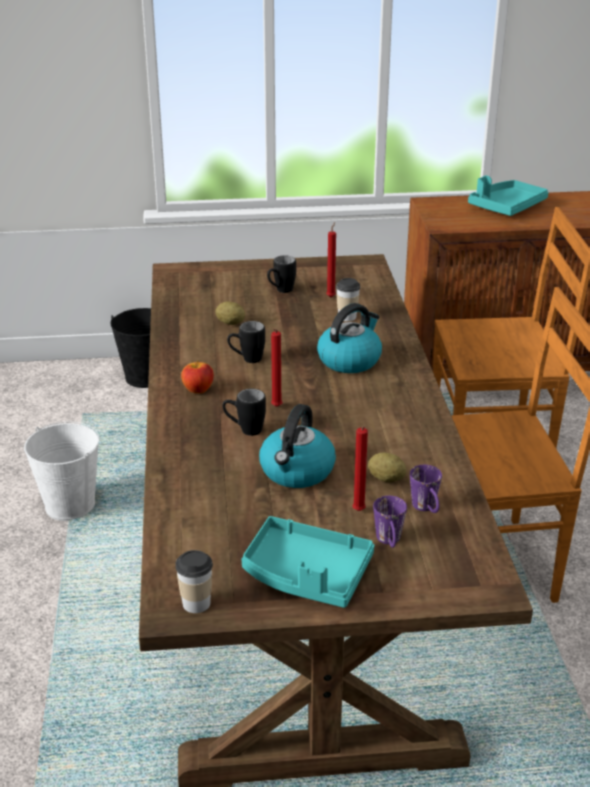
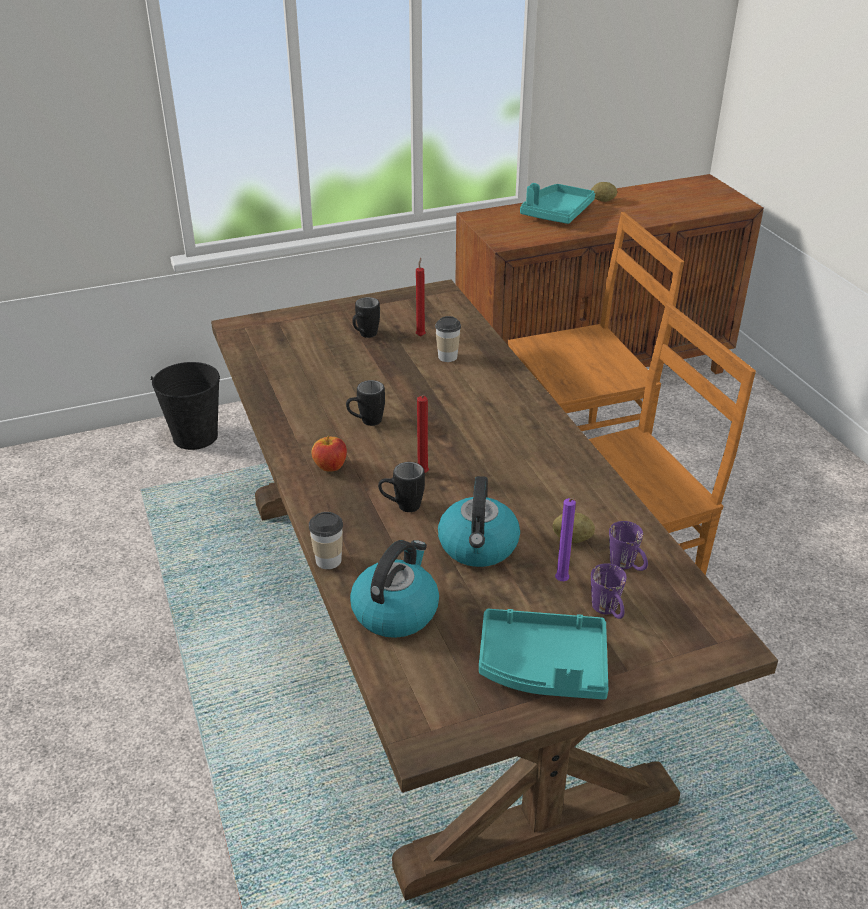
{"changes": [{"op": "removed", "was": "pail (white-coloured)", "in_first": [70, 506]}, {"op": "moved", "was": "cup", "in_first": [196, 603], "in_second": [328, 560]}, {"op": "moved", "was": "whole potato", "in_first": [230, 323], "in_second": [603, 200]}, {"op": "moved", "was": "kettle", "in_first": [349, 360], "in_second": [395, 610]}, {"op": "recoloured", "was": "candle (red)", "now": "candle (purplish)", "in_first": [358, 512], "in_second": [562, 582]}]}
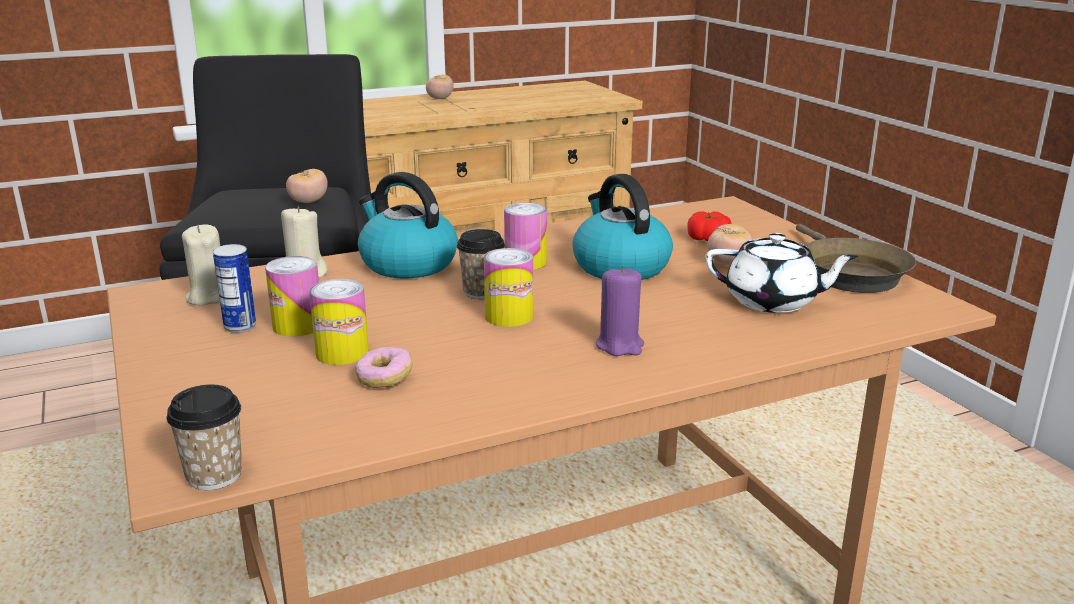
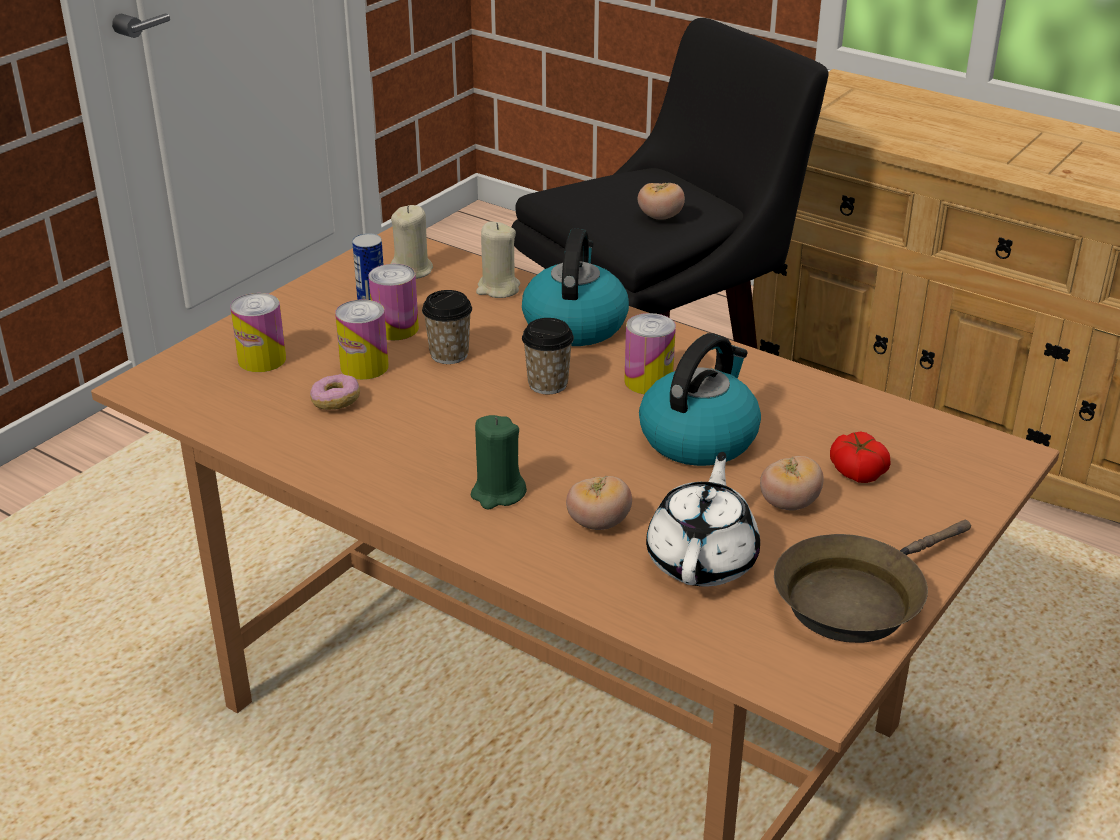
{"changes": [{"op": "moved", "was": "cup", "in_first": [214, 475], "in_second": [449, 354]}, {"op": "moved", "was": "fresh tomato", "in_first": [440, 99], "in_second": [598, 523]}, {"op": "moved", "was": "can", "in_first": [509, 316], "in_second": [262, 359]}, {"op": "recoloured", "was": "candle (purplish)", "now": "candle (greenish)", "in_first": [620, 345], "in_second": [497, 493]}, {"op": "turned", "was": "pot for tea (white-coloured)", "in_first": [773, 301], "in_second": [702, 559], "clockwise": -150}]}
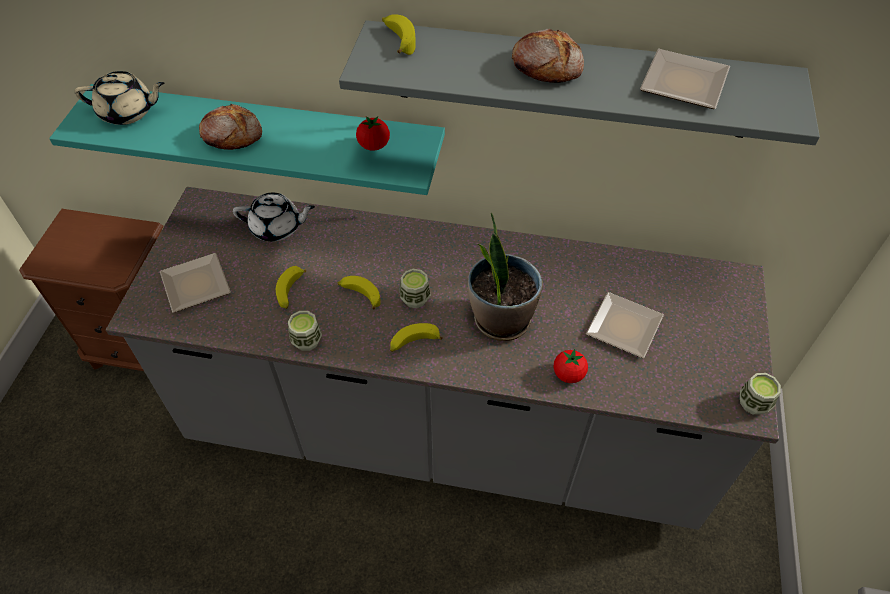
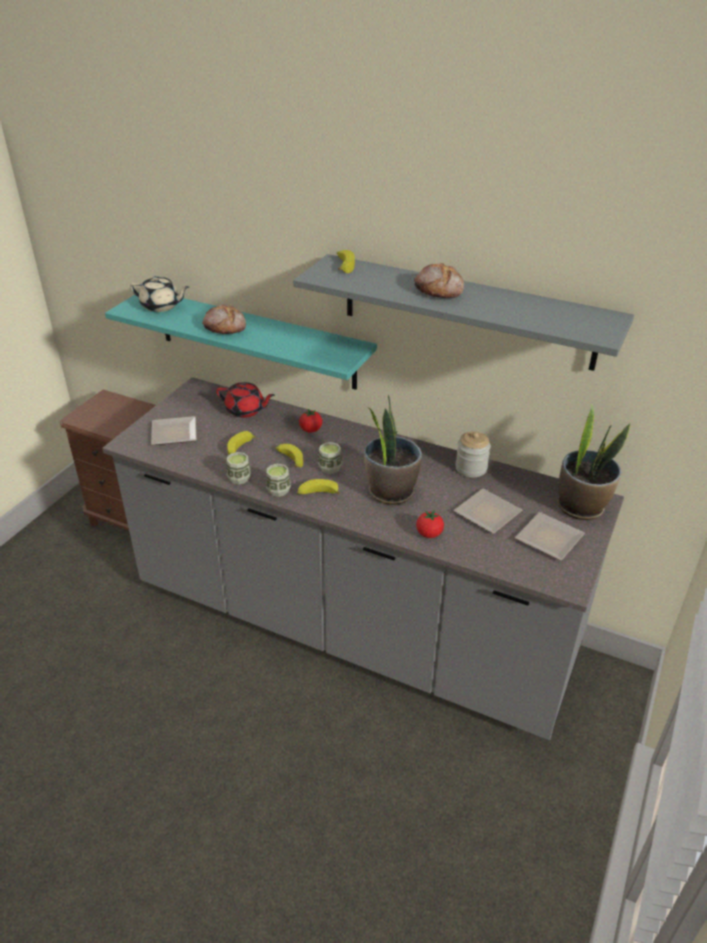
{"changes": [{"op": "recoloured", "was": "pot for tea (white-coloured)", "now": "pot for tea (red)", "in_first": [277, 228], "in_second": [246, 410]}, {"op": "moved", "was": "fresh tomato", "in_first": [374, 146], "in_second": [310, 430]}, {"op": "moved", "was": "dinner plate", "in_first": [687, 82], "in_second": [551, 538]}, {"op": "moved", "was": "cup", "in_first": [753, 403], "in_second": [278, 490]}, {"op": "added", "now": "preserve jar", "in_second": [471, 468]}, {"op": "added", "now": "plant in a pot", "in_second": [581, 506]}]}
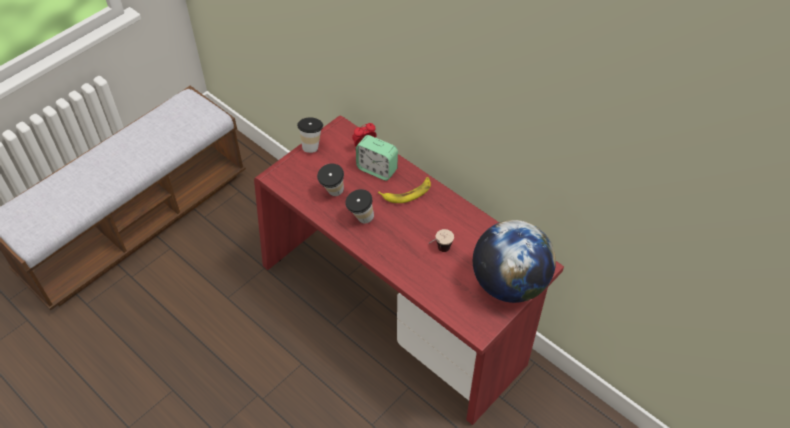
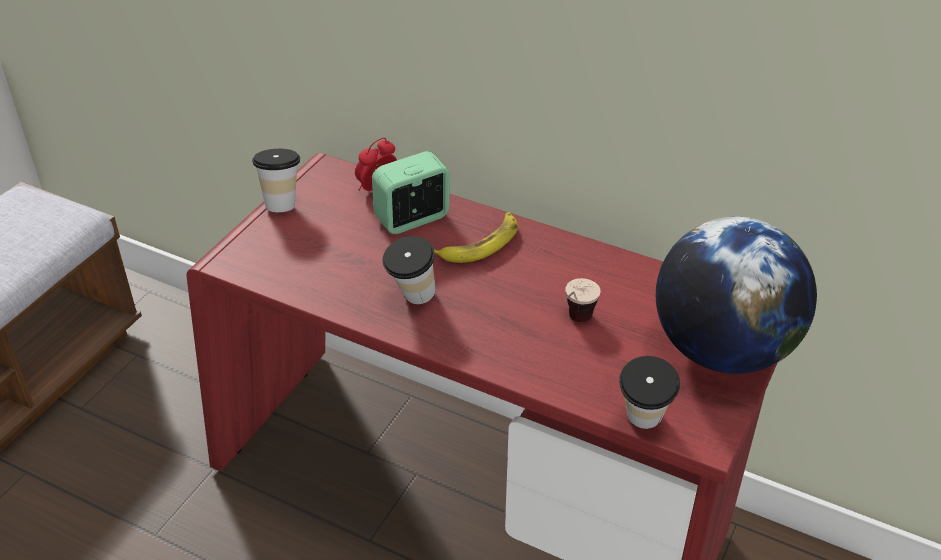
{"changes": [{"op": "moved", "was": "cup", "in_first": [332, 194], "in_second": [642, 425]}, {"op": "turned", "was": "bedside clock", "in_first": [377, 169], "in_second": [412, 219], "clockwise": 135}]}
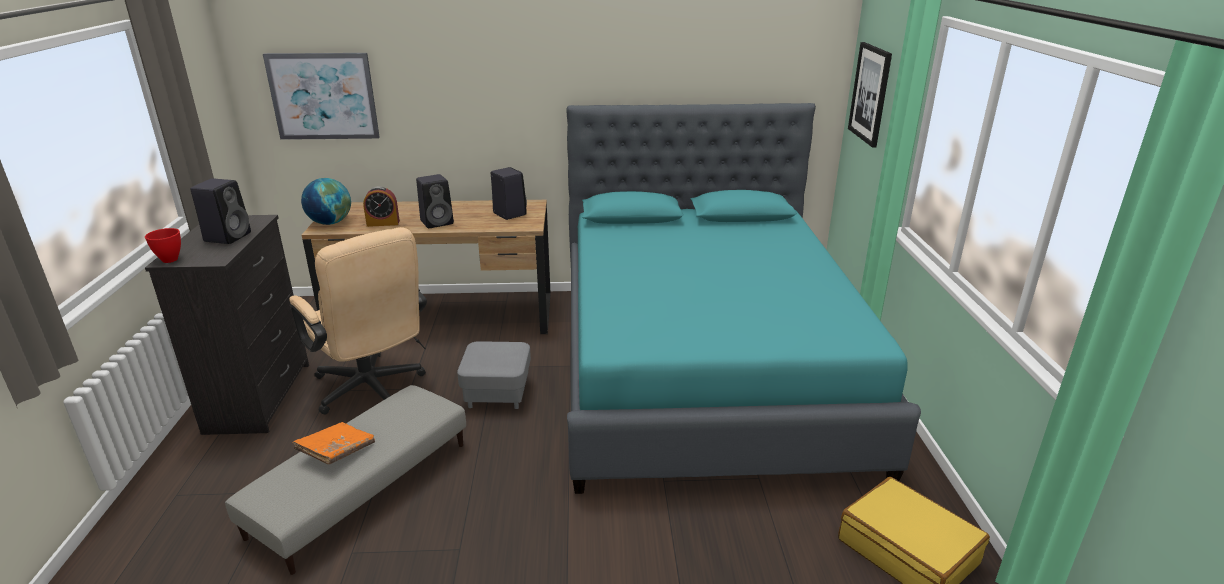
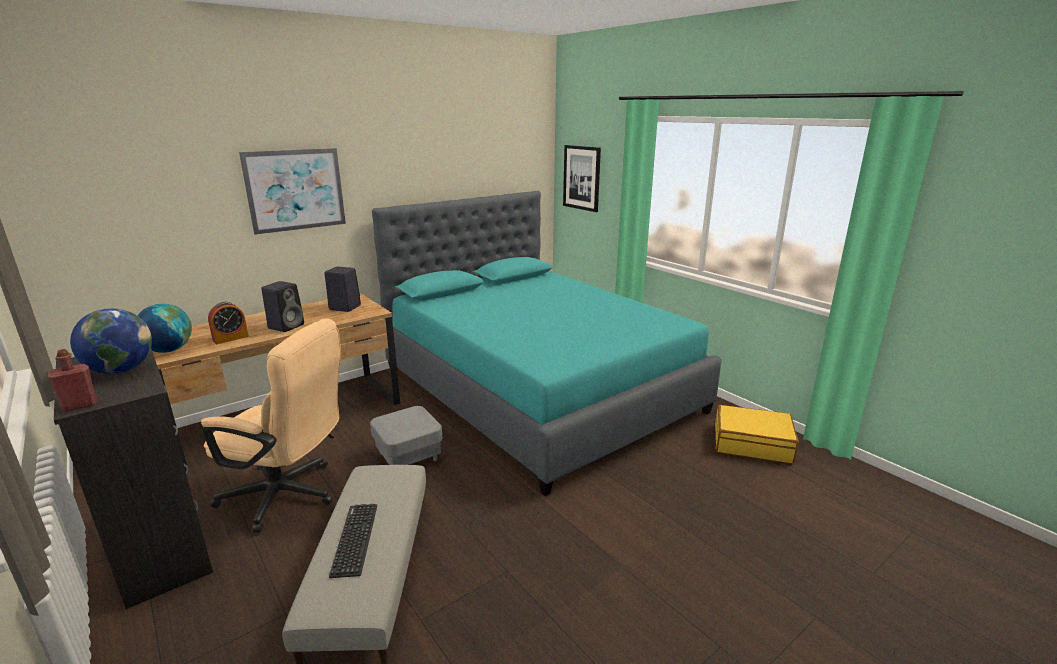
{"changes": [{"op": "replaced", "was": "bowl (red)", "now": "drink bottle (red)", "in_first": [170, 260], "in_second": [80, 405]}, {"op": "replaced", "was": "loudspeaker (black)", "now": "world globe", "in_first": [228, 236], "in_second": [121, 370]}, {"op": "moved", "was": "wall picture", "in_first": [323, 96], "in_second": [295, 190]}, {"op": "replaced", "was": "book (orange-coloured)", "now": "keyboard", "in_first": [337, 452], "in_second": [355, 539]}]}
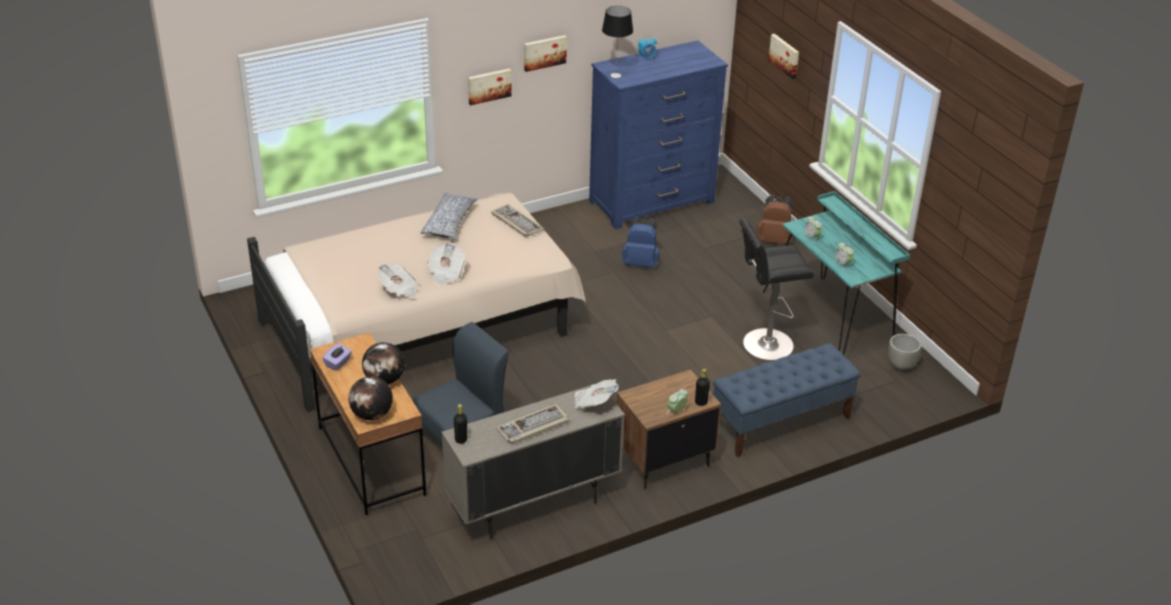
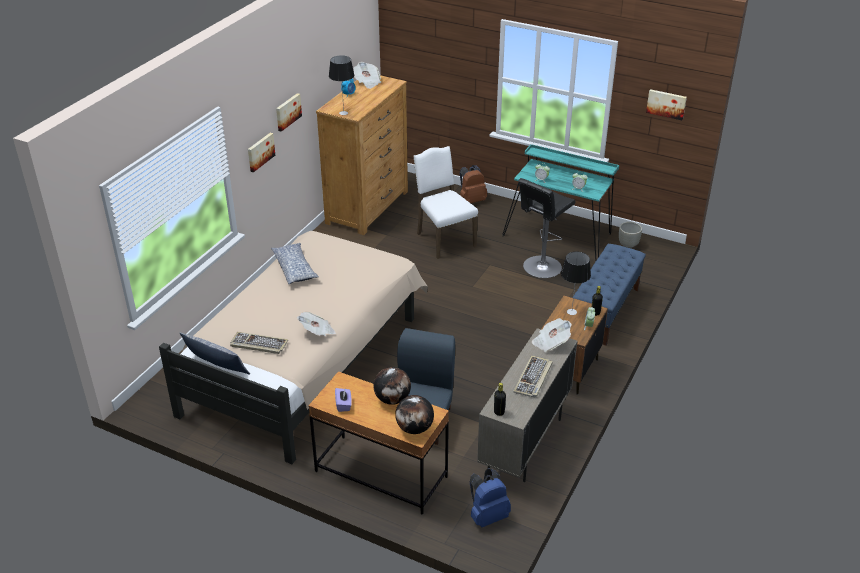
{"changes": [{"op": "moved", "was": "newspaper", "in_first": [446, 273], "in_second": [367, 82]}, {"op": "moved", "was": "keyboard", "in_first": [516, 222], "in_second": [258, 344]}, {"op": "recoloured", "was": "dresser (blue-coloured)", "now": "dresser (brown-coloured)", "in_first": [652, 202], "in_second": [367, 207]}, {"op": "moved", "was": "rucksack (blue-coloured)", "in_first": [640, 263], "in_second": [487, 515]}, {"op": "moved", "was": "wall picture", "in_first": [785, 55], "in_second": [666, 104]}, {"op": "added", "now": "throw pillow", "in_second": [217, 365]}, {"op": "added", "now": "plain chair (white-coloured)", "in_second": [444, 239]}, {"op": "added", "now": "tabletop lamp", "in_second": [572, 312]}]}
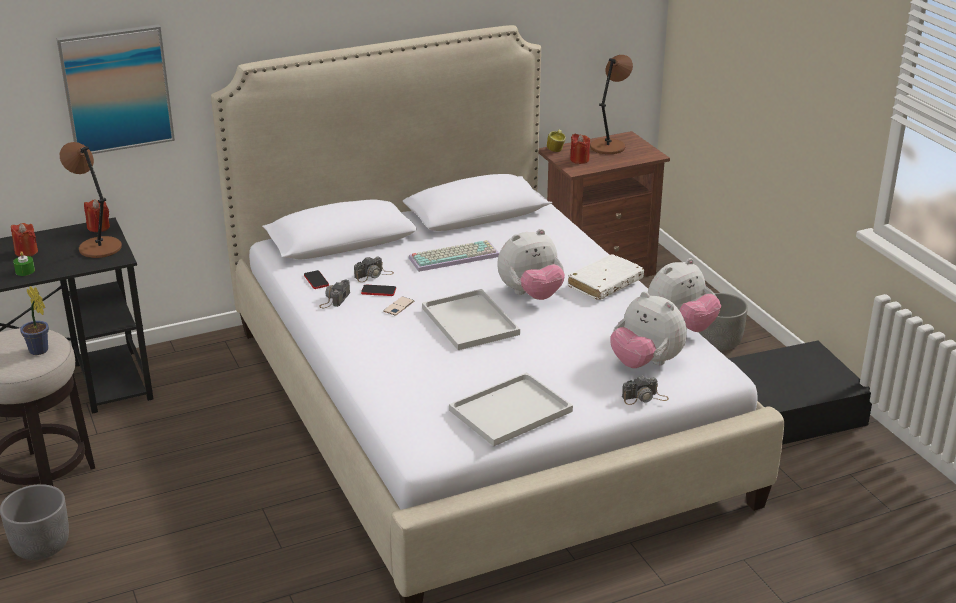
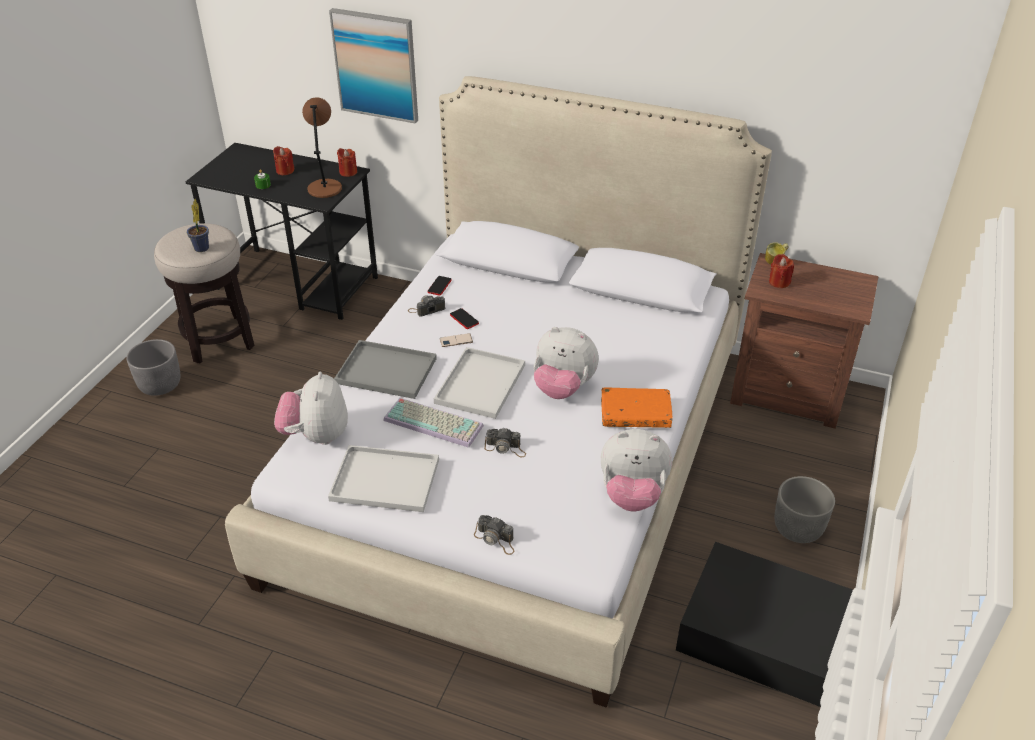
{"changes": [{"op": "moved", "was": "still camera", "in_first": [373, 275], "in_second": [505, 448]}, {"op": "moved", "was": "keyboard", "in_first": [454, 256], "in_second": [435, 422]}, {"op": "recoloured", "was": "book (white-coloured)", "now": "book (orange-coloured)", "in_first": [605, 284], "in_second": [635, 414]}, {"op": "removed", "was": "tabletop lamp (brown-coloured)", "in_first": [608, 146]}, {"op": "moved", "was": "cuddly toy", "in_first": [646, 363], "in_second": [316, 435]}, {"op": "added", "now": "serving tray (grey)", "in_second": [384, 371]}]}
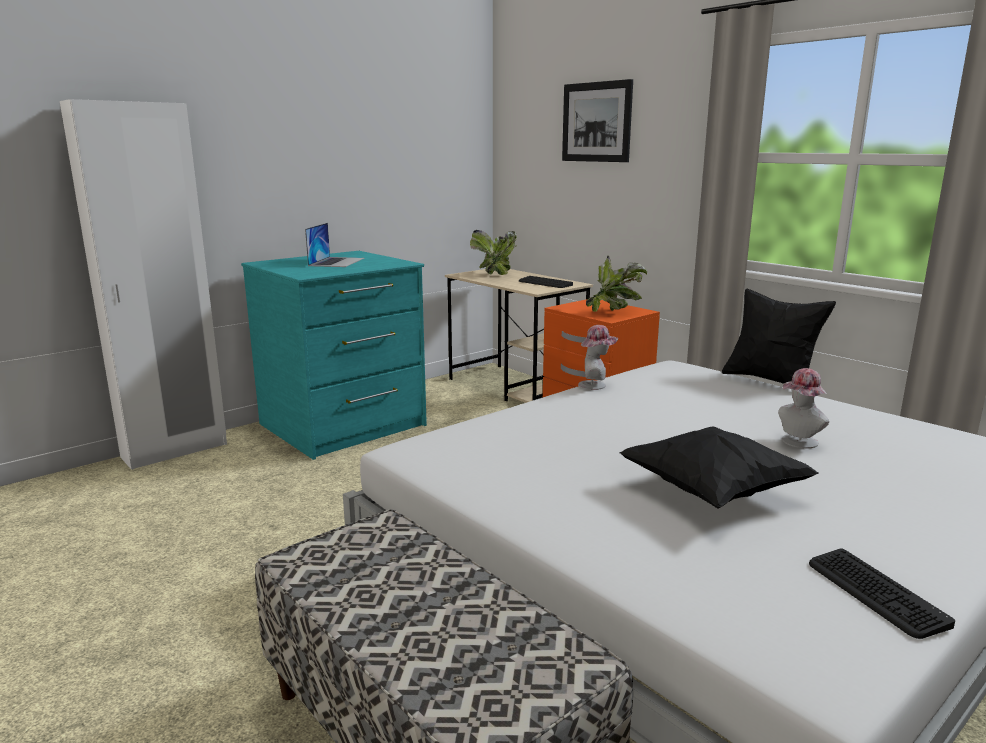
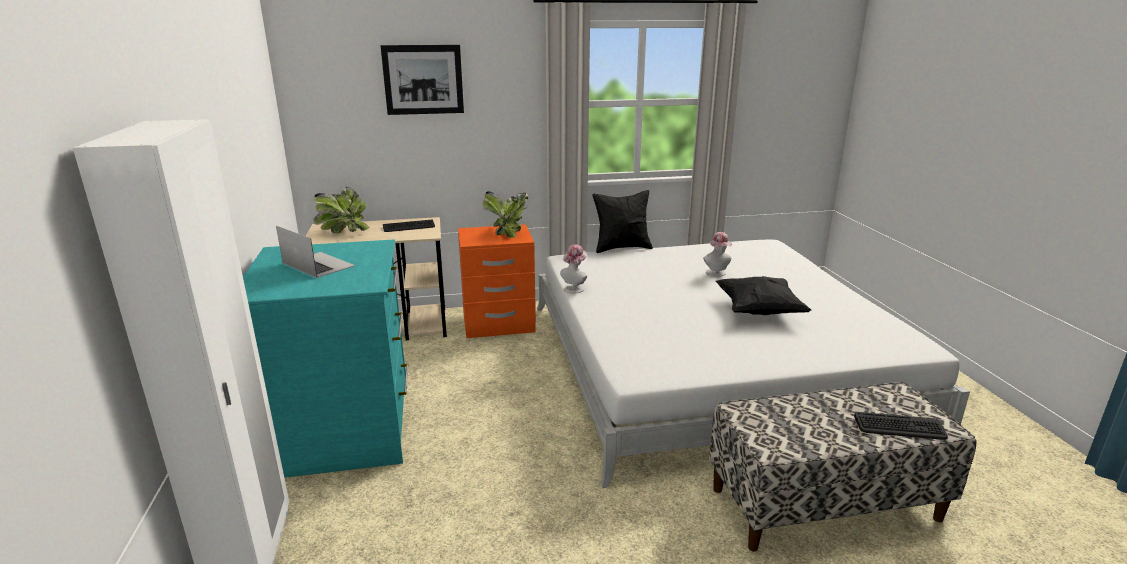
{"changes": [{"op": "moved", "was": "keyboard", "in_first": [875, 593], "in_second": [899, 427]}]}
